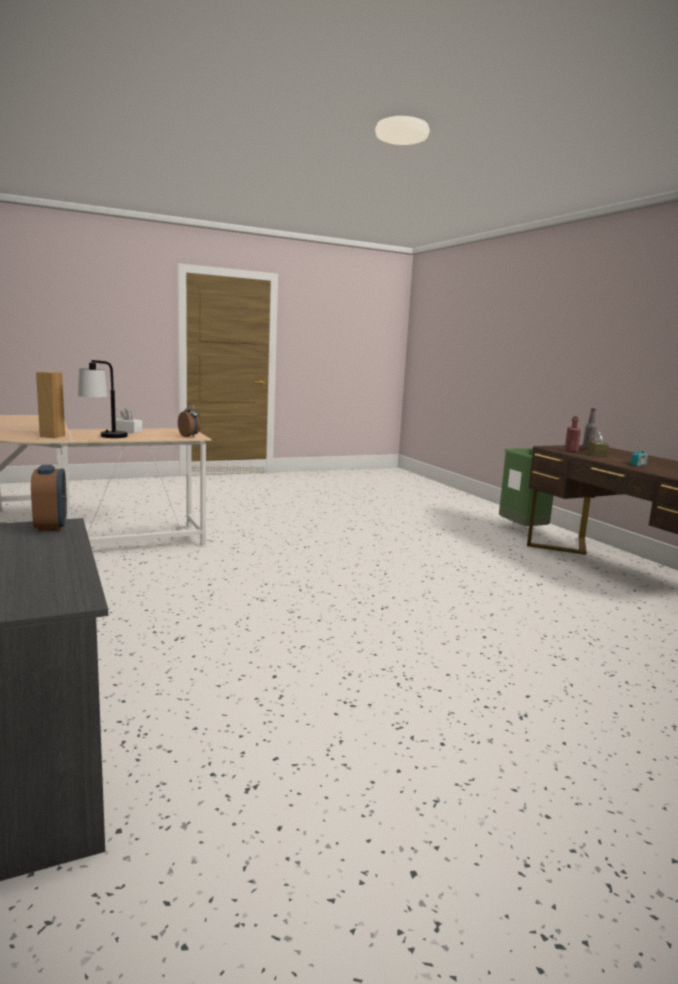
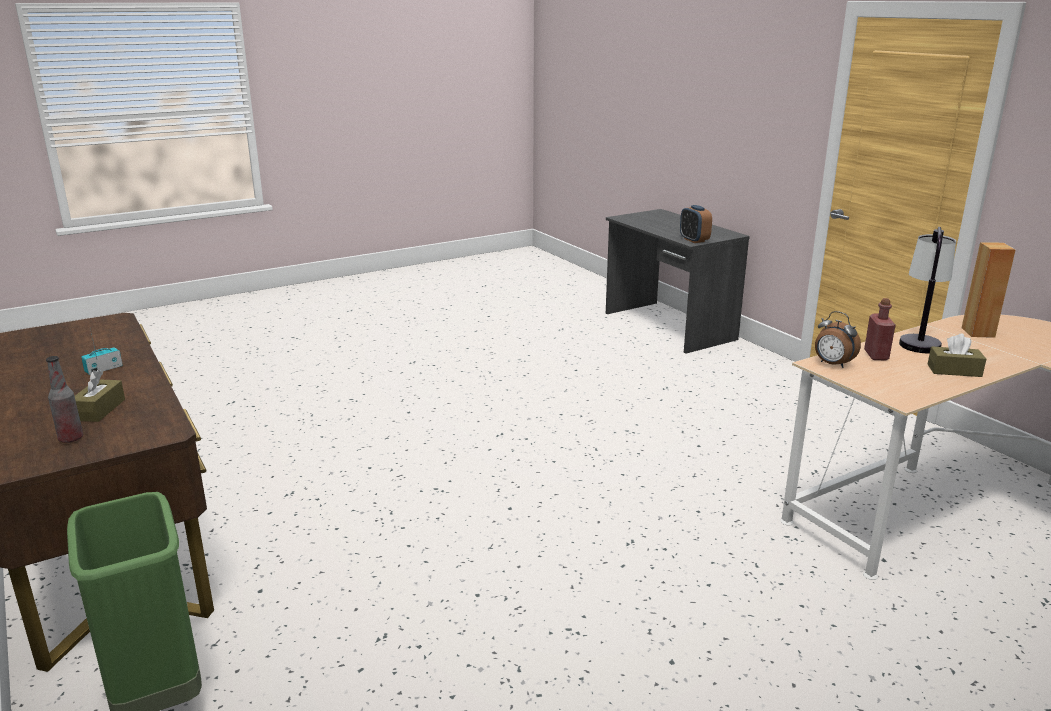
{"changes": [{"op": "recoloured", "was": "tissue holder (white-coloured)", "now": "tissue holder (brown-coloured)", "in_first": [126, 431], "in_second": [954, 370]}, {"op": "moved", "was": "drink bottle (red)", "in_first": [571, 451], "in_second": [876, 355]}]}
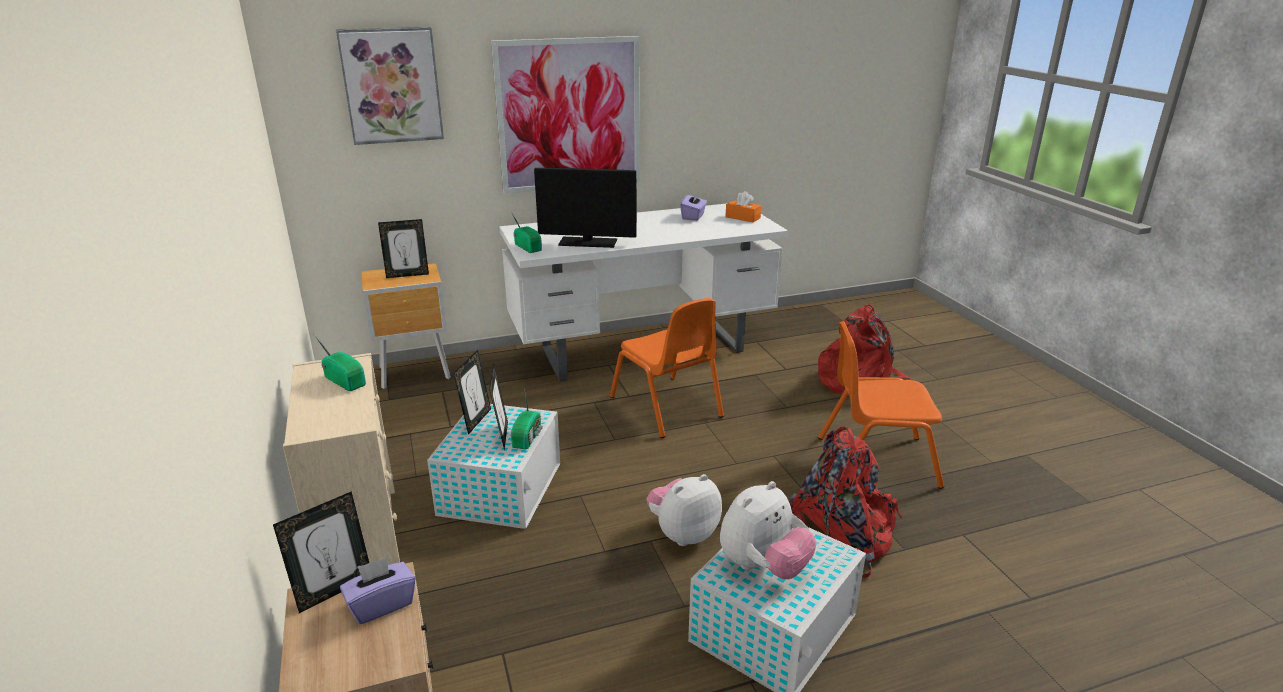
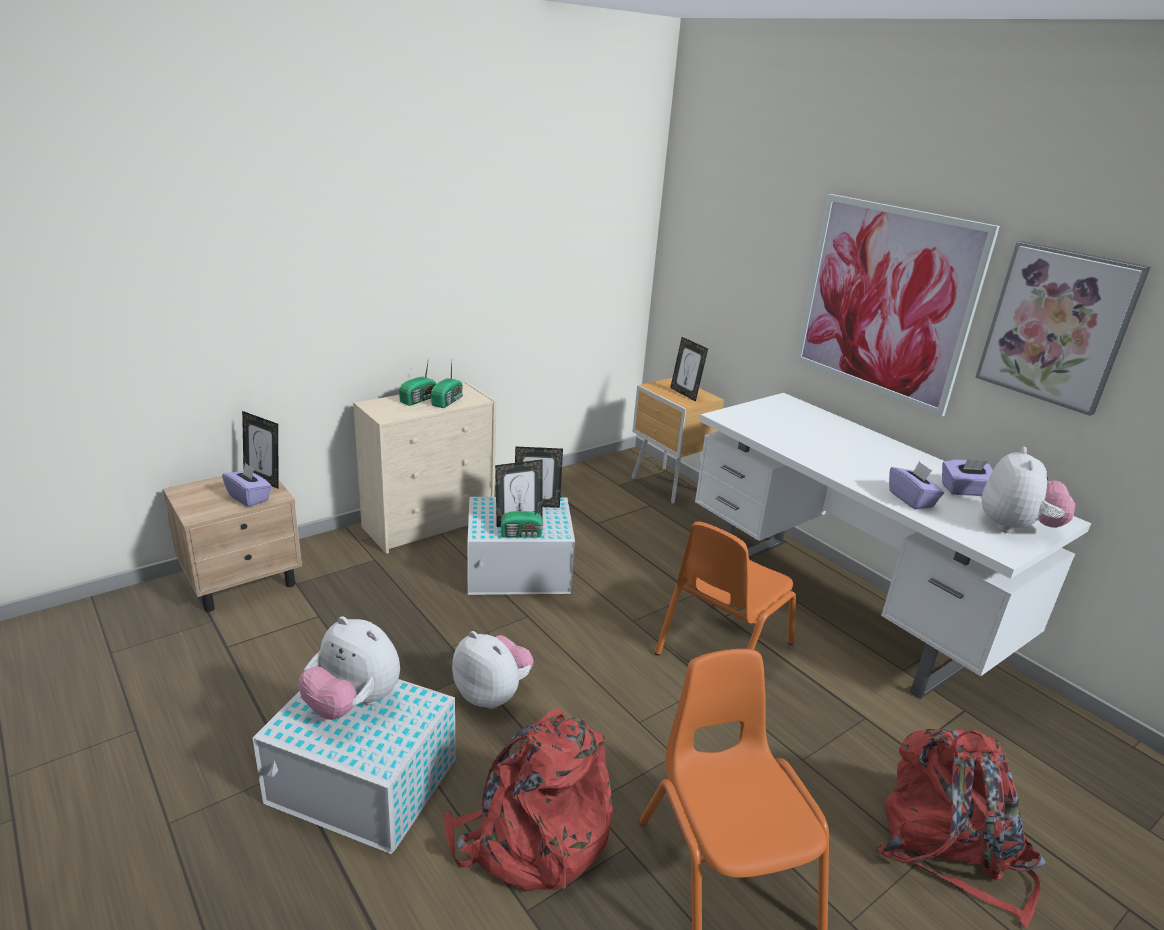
{"changes": [{"op": "moved", "was": "wall picture", "in_first": [391, 86], "in_second": [1057, 326]}, {"op": "moved", "was": "radio set", "in_first": [528, 247], "in_second": [420, 399]}, {"op": "removed", "was": "monitor", "in_first": [588, 242]}, {"op": "replaced", "was": "tissue holder (orange-coloured)", "now": "cuddly toy", "in_first": [742, 217], "in_second": [1015, 527]}, {"op": "added", "now": "tissue holder (purplish)", "in_second": [911, 499]}]}
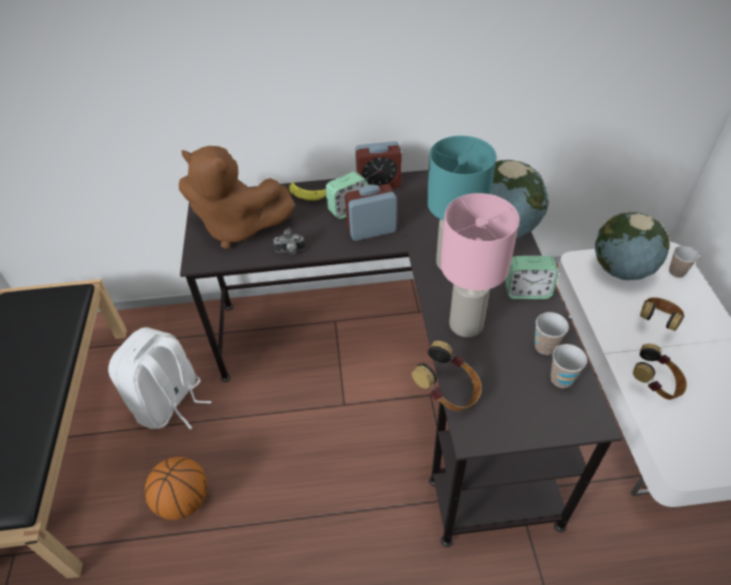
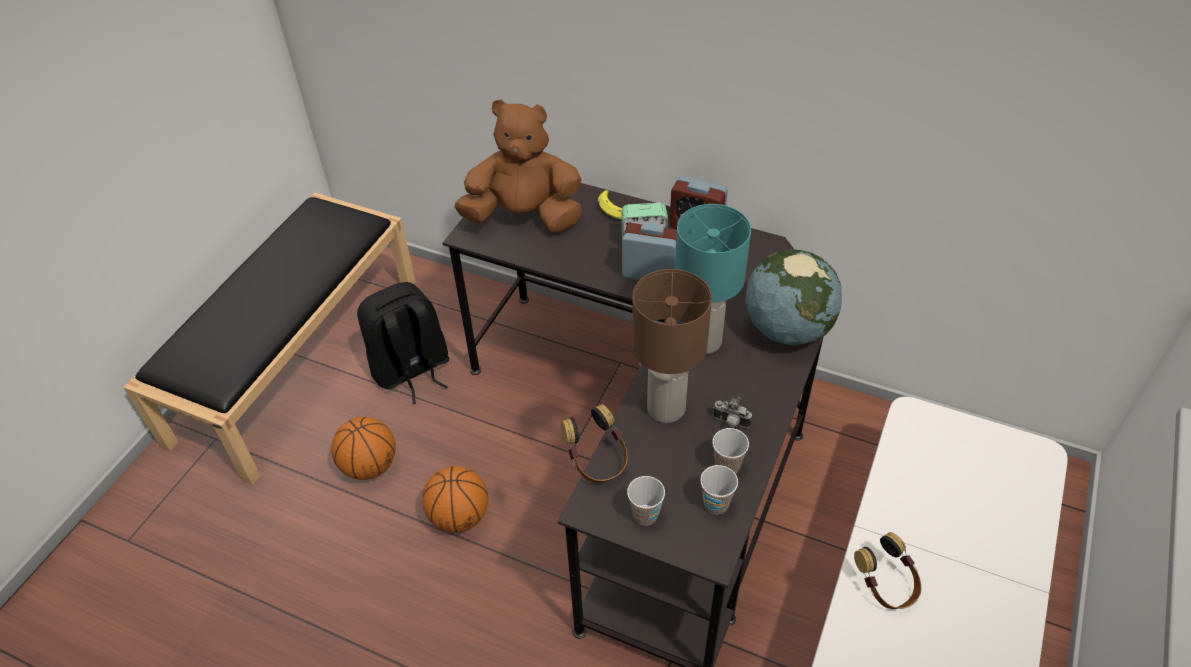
{"changes": [{"op": "recoloured", "was": "rucksack (white-coloured)", "now": "rucksack (black)", "in_first": [170, 403], "in_second": [411, 370]}, {"op": "turned", "was": "cuddly toy (brown-coloured)", "in_first": [238, 227], "in_second": [524, 217], "clockwise": 135}, {"op": "moved", "was": "still camera", "in_first": [290, 251], "in_second": [730, 423]}, {"op": "recoloured", "was": "tabletop lamp (pink)", "now": "tabletop lamp (brown-coloured)", "in_first": [467, 325], "in_second": [667, 409]}, {"op": "removed", "was": "bedside clock", "in_first": [527, 291]}, {"op": "removed", "was": "world globe", "in_first": [621, 270]}, {"op": "removed", "was": "headset", "in_first": [657, 322]}, {"op": "moved", "was": "cup", "in_first": [676, 272], "in_second": [645, 515]}, {"op": "added", "now": "basketball", "in_second": [459, 516]}]}
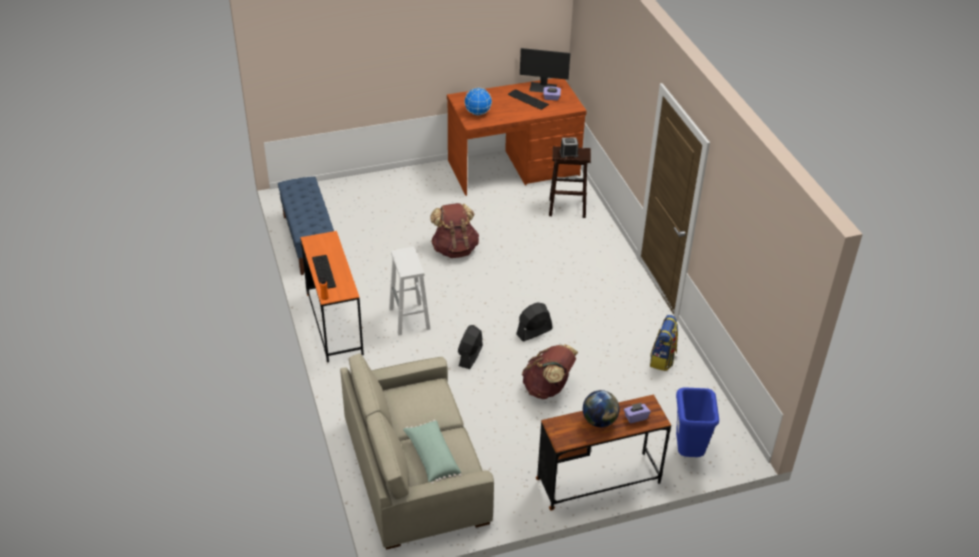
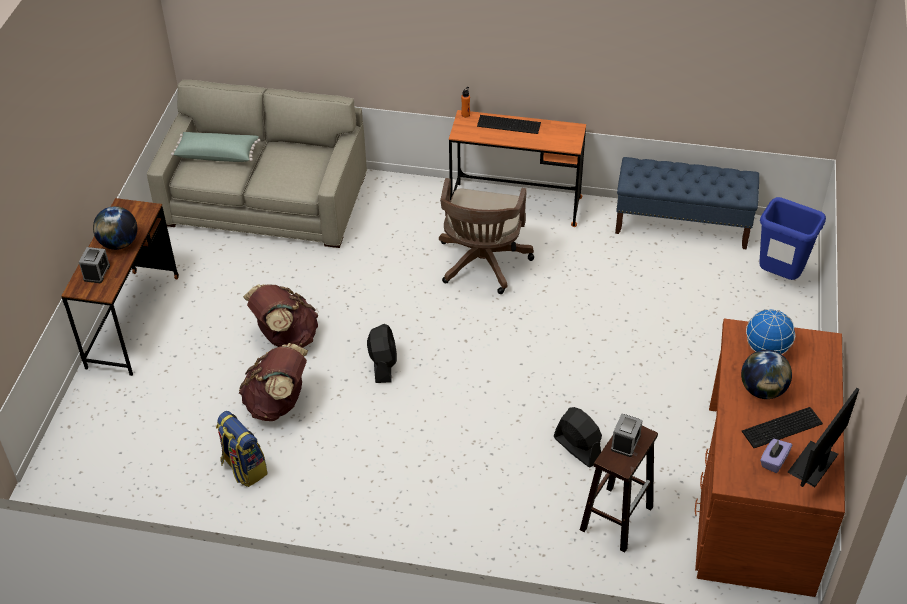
{"changes": [{"op": "replaced", "was": "stool seat (white-coloured)", "now": "office chair (brown-coloured)", "in_first": [409, 319], "in_second": [482, 265]}, {"op": "moved", "was": "rucksack (brown-coloured)", "in_first": [454, 249], "in_second": [278, 404]}, {"op": "moved", "was": "fan (black)", "in_first": [470, 356], "in_second": [577, 448]}, {"op": "replaced", "was": "tissue holder (purplish)", "now": "bedside clock", "in_first": [635, 417], "in_second": [97, 273]}, {"op": "moved", "was": "waste bin (blue-coloured)", "in_first": [688, 453], "in_second": [778, 277]}, {"op": "added", "now": "world globe", "in_second": [762, 390]}]}
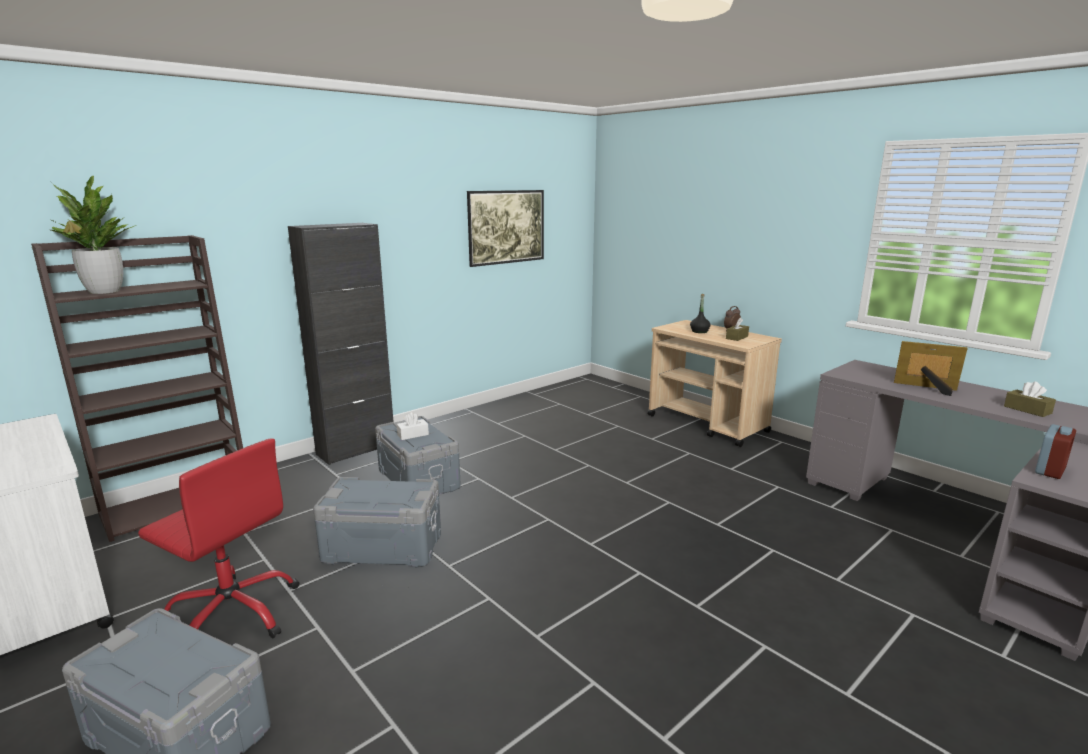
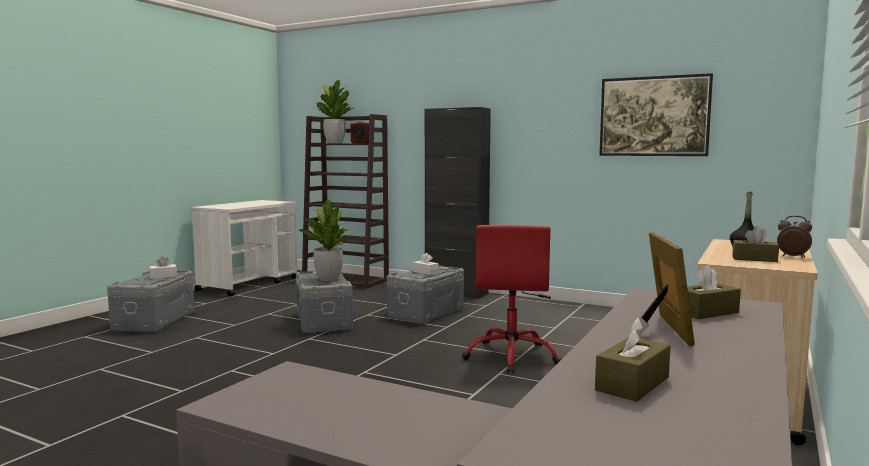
{"changes": [{"op": "moved", "was": "office chair (red)", "in_first": [233, 614], "in_second": [512, 356]}, {"op": "moved", "was": "bedside clock", "in_first": [1050, 470], "in_second": [361, 143]}, {"op": "added", "now": "tissue holder (white-coloured)", "in_second": [163, 276]}, {"op": "added", "now": "plant in a pot", "in_second": [328, 279]}, {"op": "added", "now": "tissue holder (brown-coloured)", "in_second": [706, 312]}]}
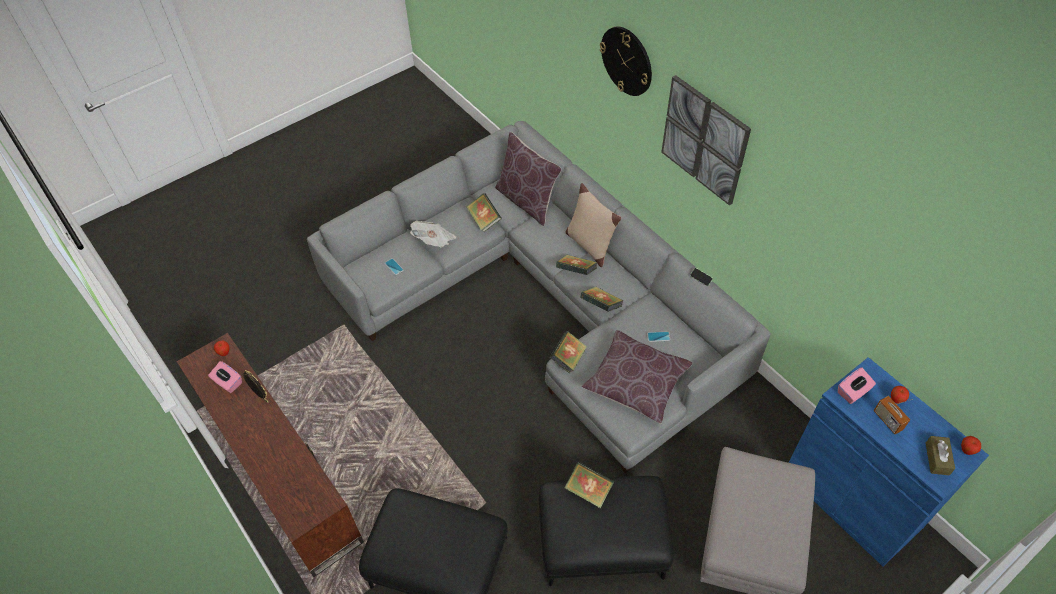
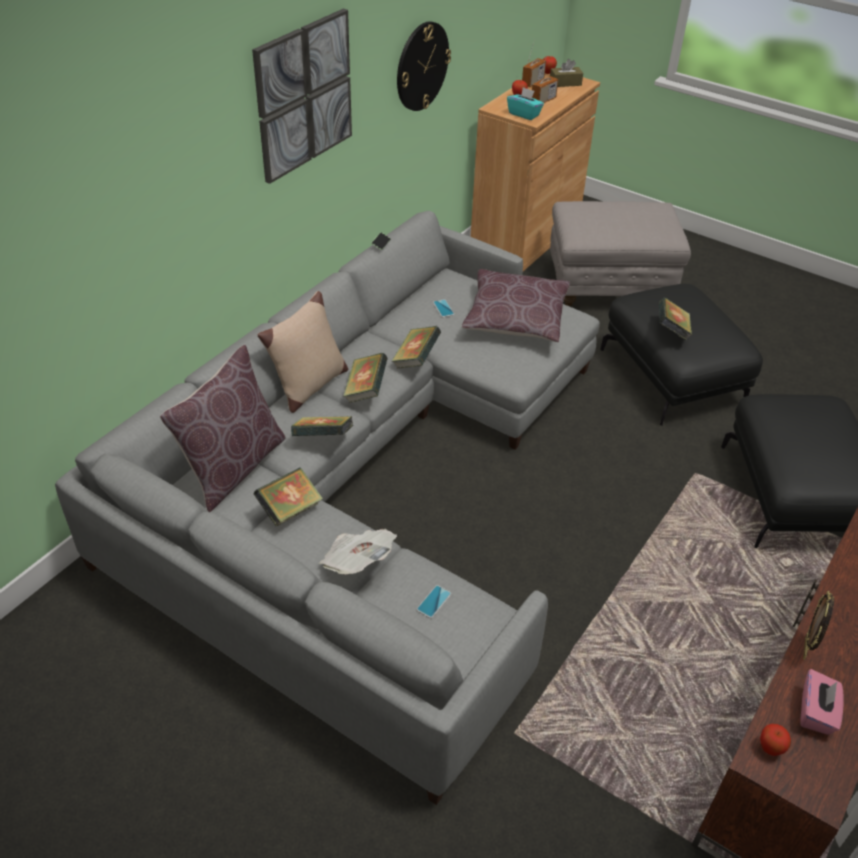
{"changes": [{"op": "moved", "was": "book", "in_first": [568, 358], "in_second": [323, 439]}, {"op": "moved", "was": "wall clock", "in_first": [627, 61], "in_second": [422, 66]}, {"op": "recoloured", "was": "cupboard (blue-coloured)", "now": "cupboard (brown-coloured)", "in_first": [851, 499], "in_second": [525, 237]}, {"op": "recoloured", "was": "tissue holder (pink)", "now": "tissue holder (blue-green)", "in_first": [853, 392], "in_second": [524, 114]}, {"op": "added", "now": "radio set", "in_second": [532, 82]}]}
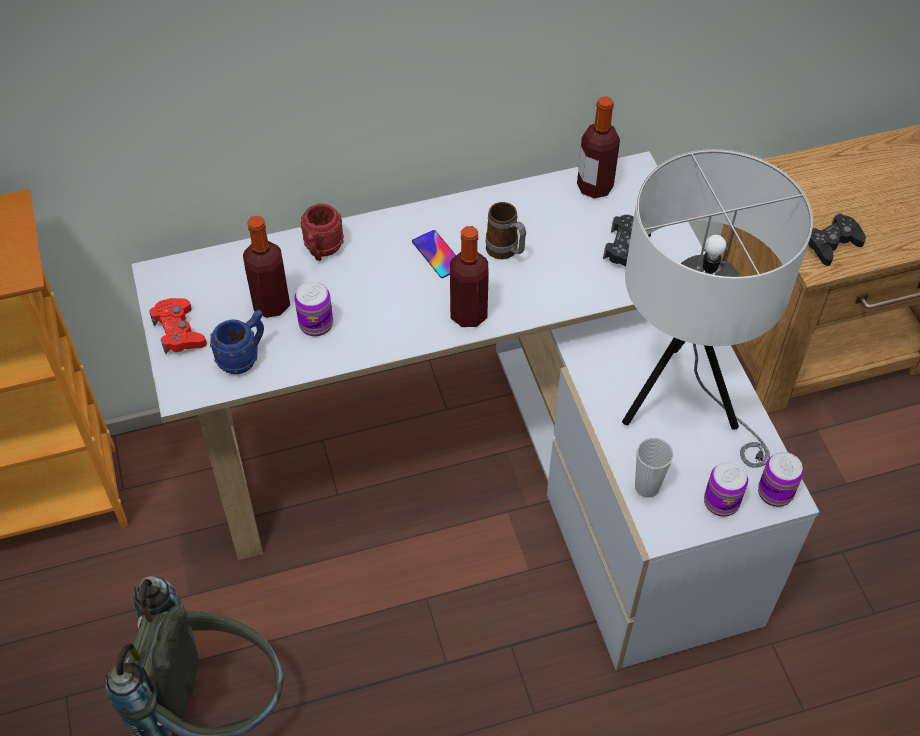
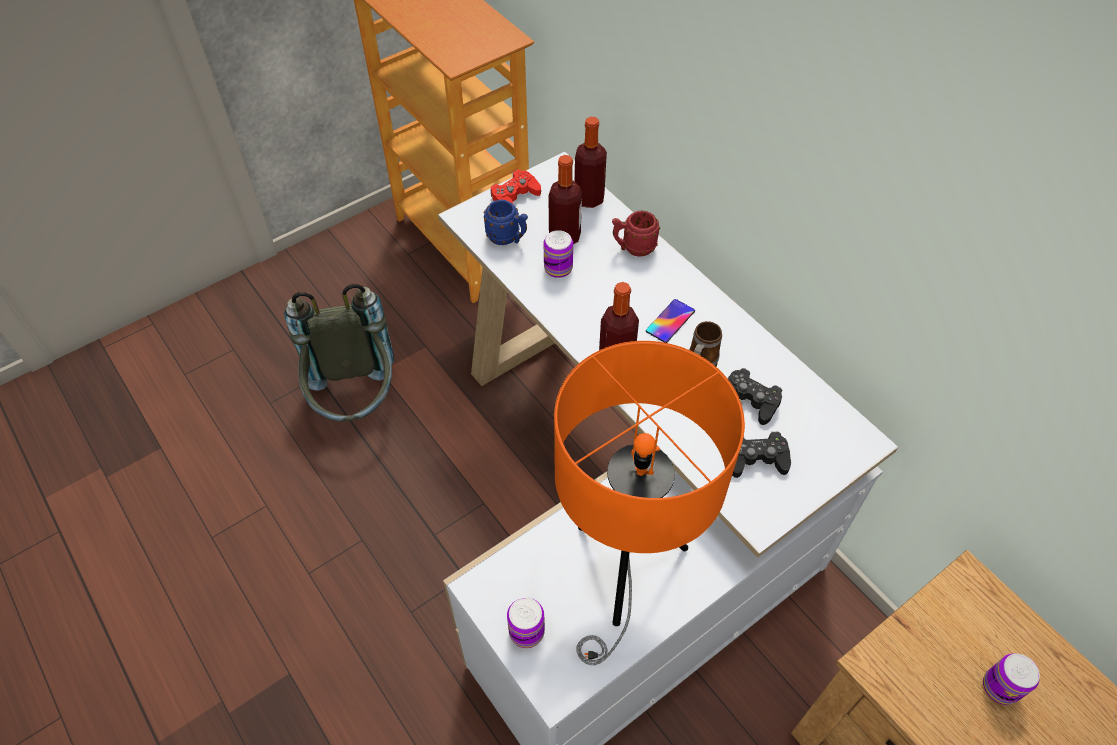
{"changes": [{"op": "moved", "was": "drink bottle", "in_first": [594, 187], "in_second": [589, 199]}, {"op": "recoloured", "was": "tabletop lamp (white-coloured)", "now": "tabletop lamp (orange-coloured)", "in_first": [683, 405], "in_second": [624, 572]}, {"op": "removed", "was": "cup", "in_first": [647, 487]}, {"op": "moved", "was": "can", "in_first": [775, 493], "in_second": [1000, 687]}, {"op": "moved", "was": "game controller (black)", "in_first": [832, 244], "in_second": [750, 400]}]}
